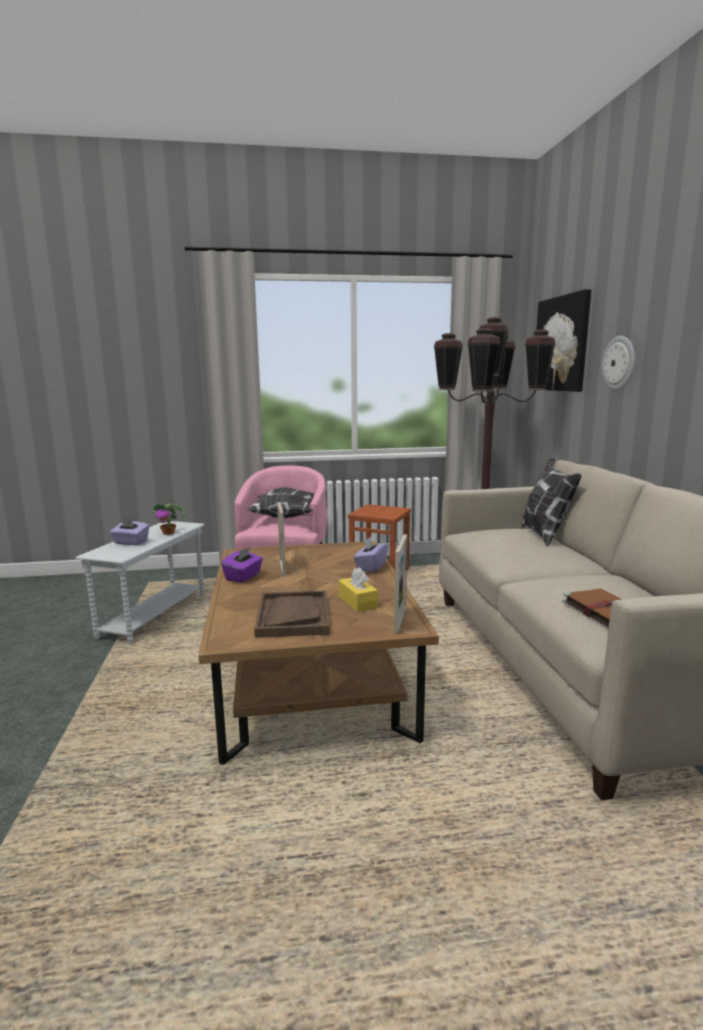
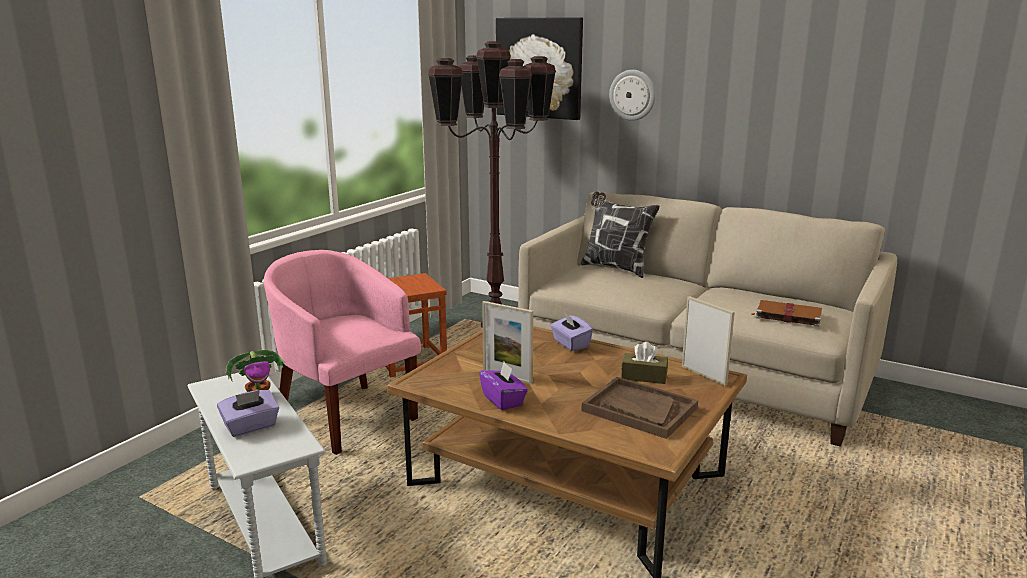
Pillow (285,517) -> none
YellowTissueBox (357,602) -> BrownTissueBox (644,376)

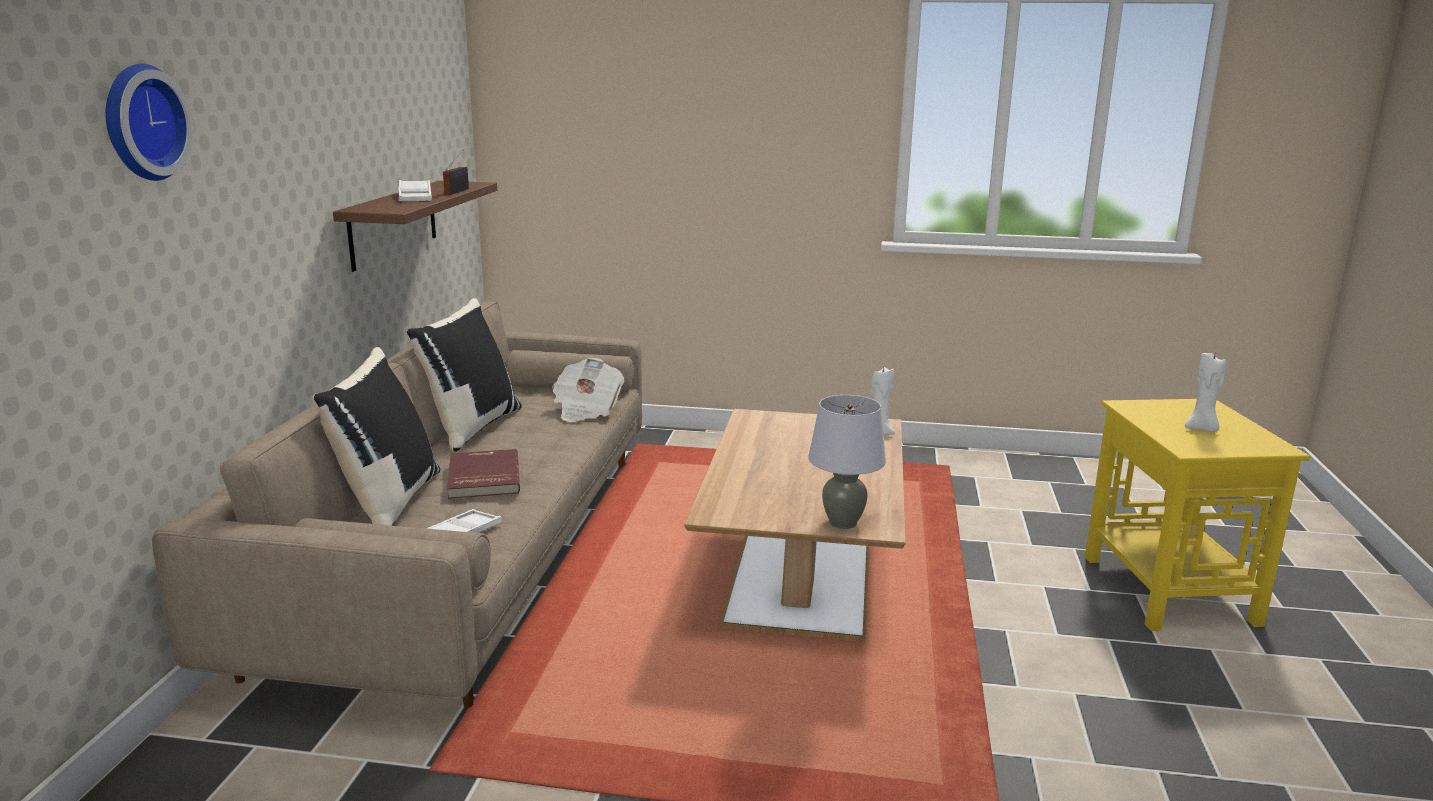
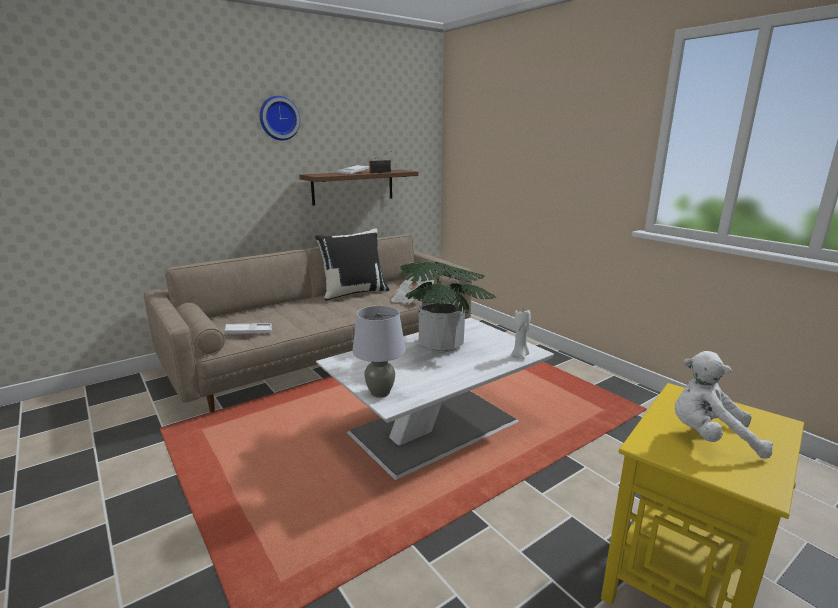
WallClock (140,122) -> WallClock (278,118), moved
BlackPillow (388,502) -> none
RedBook (482,478) -> none
BrownCoffeeTable (800,571) -> WhiteCoffeeTable (436,426)
WhiteCandle (1202,429) -> WhitePlushToy (709,438)
none -> PottedPlant (441,345)

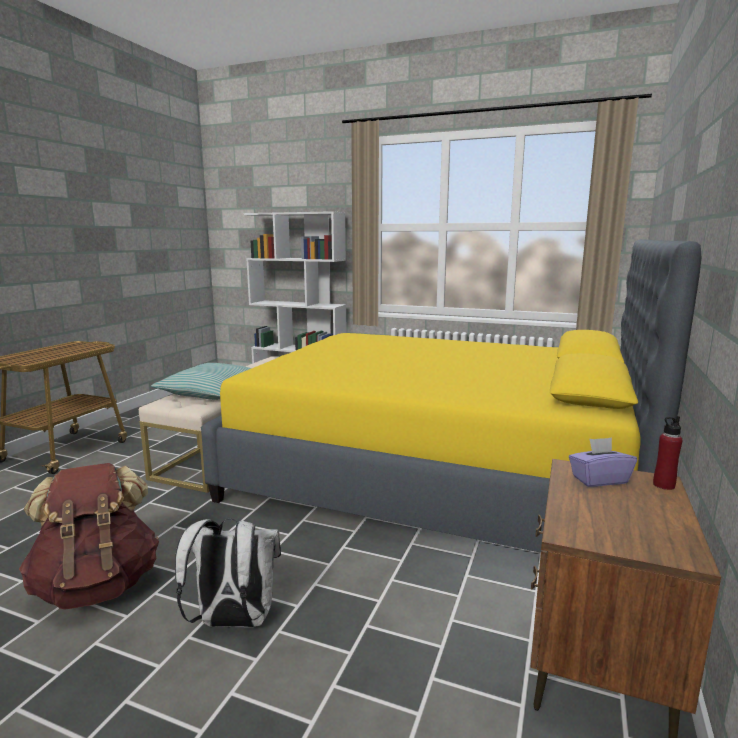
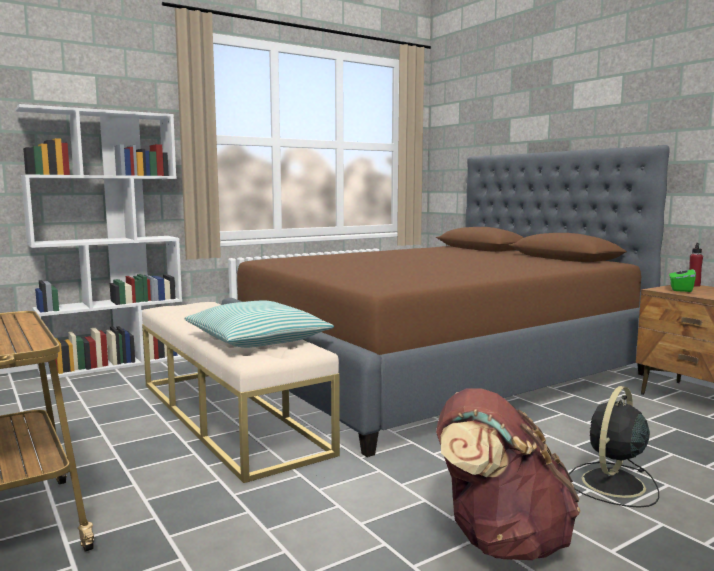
WhiteBackpack (233,622) -> BlackFan (612,484)
YellowBed (437,474) -> BrownBed (435,371)
PurpleTissueBox (599,479) -> GreenTissueBox (680,289)

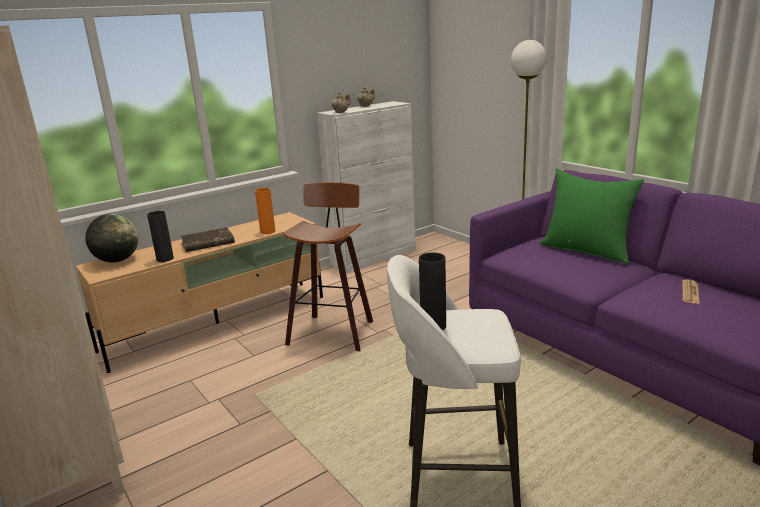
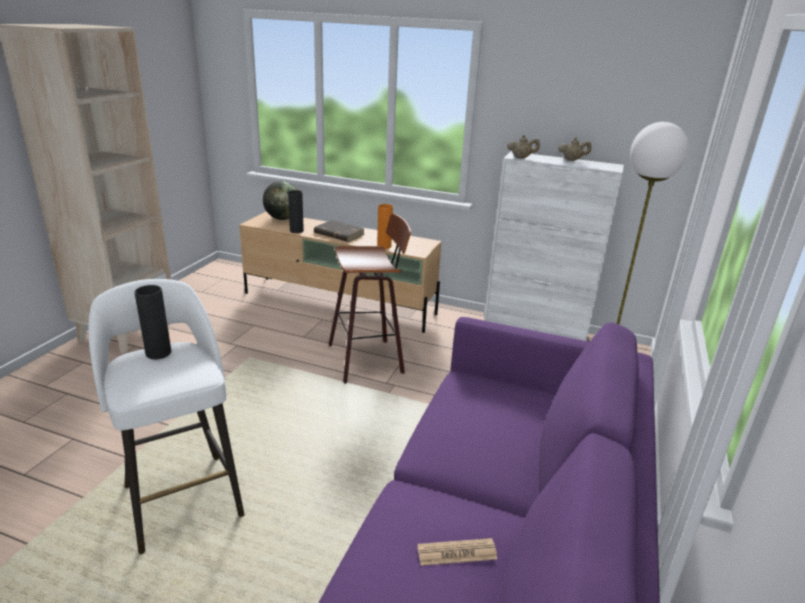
GreenPillow (587,250) -> none

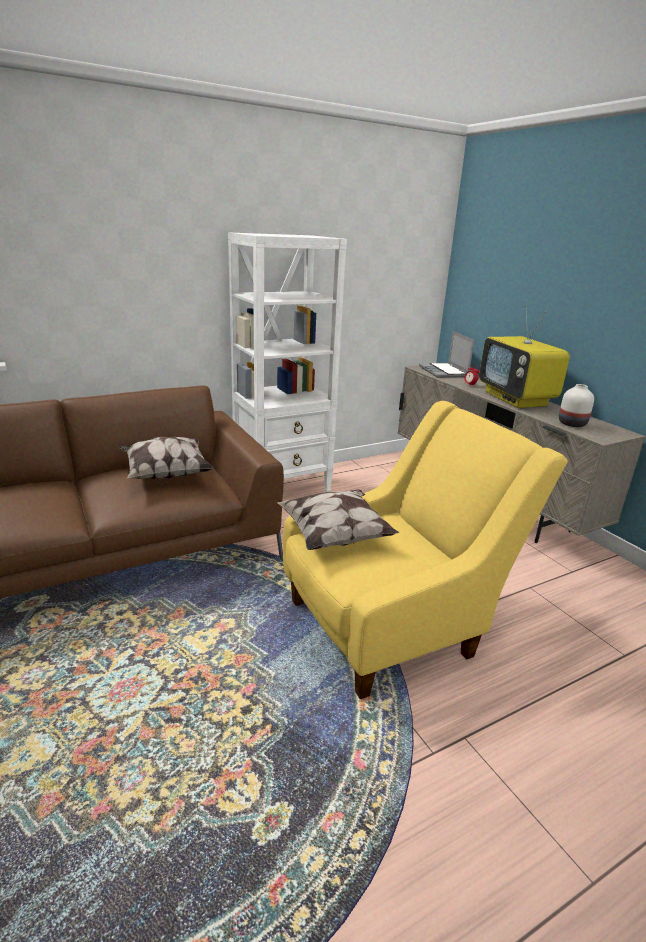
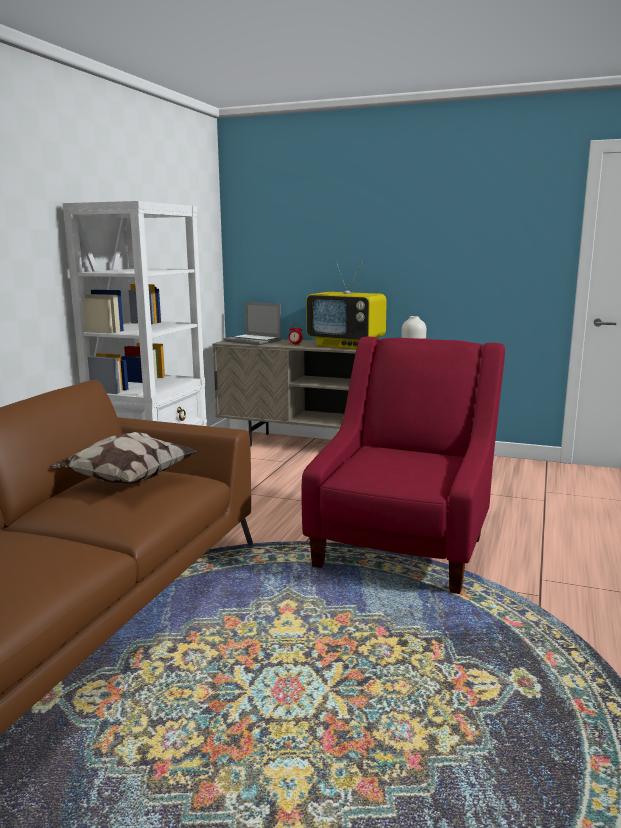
Pillow (335,536) -> none
YellowArmchair (393,623) -> RedArmchair (404,545)

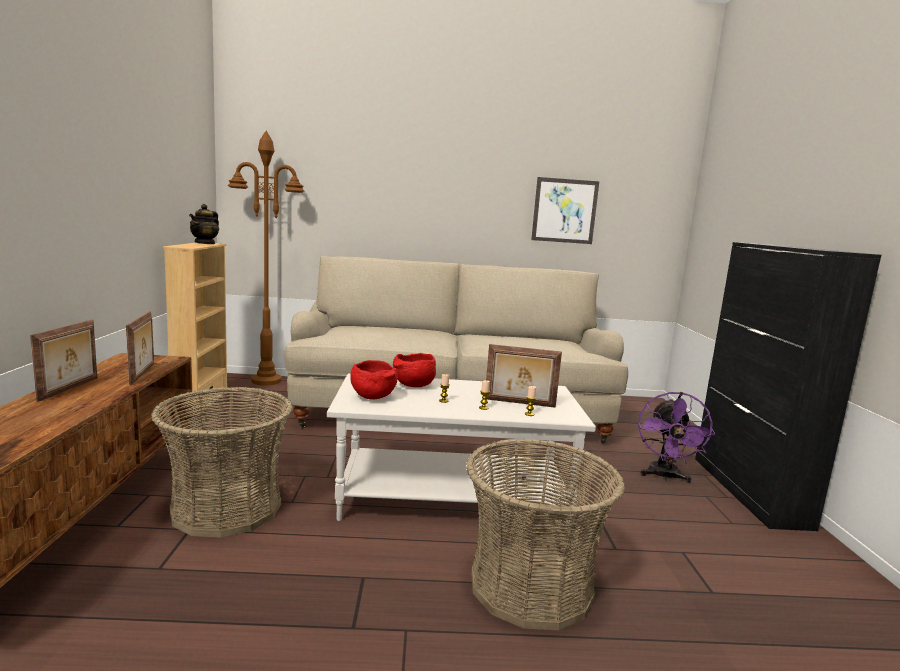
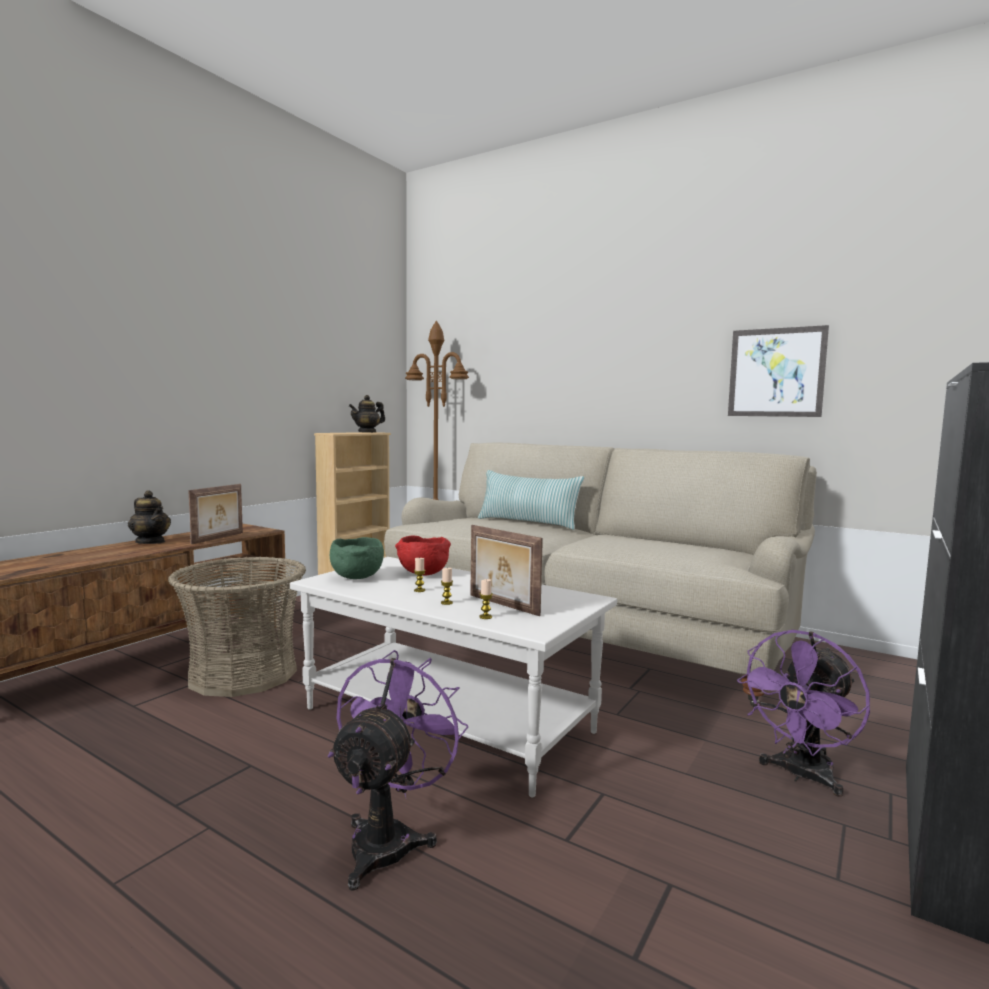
PictureFrame (70,389) -> Teapot (151,542)
RedBowl (372,397) -> GreenBowl (357,577)
Basket (530,586) -> PurpleFan (389,839)
none -> Pillow (527,523)

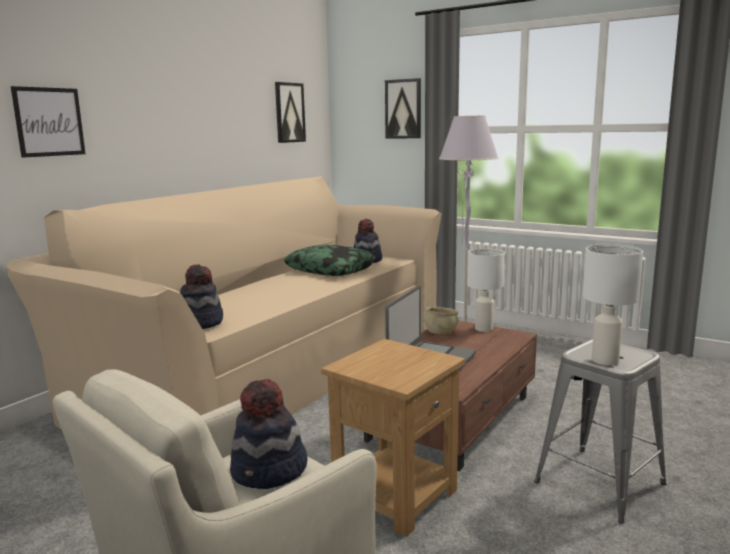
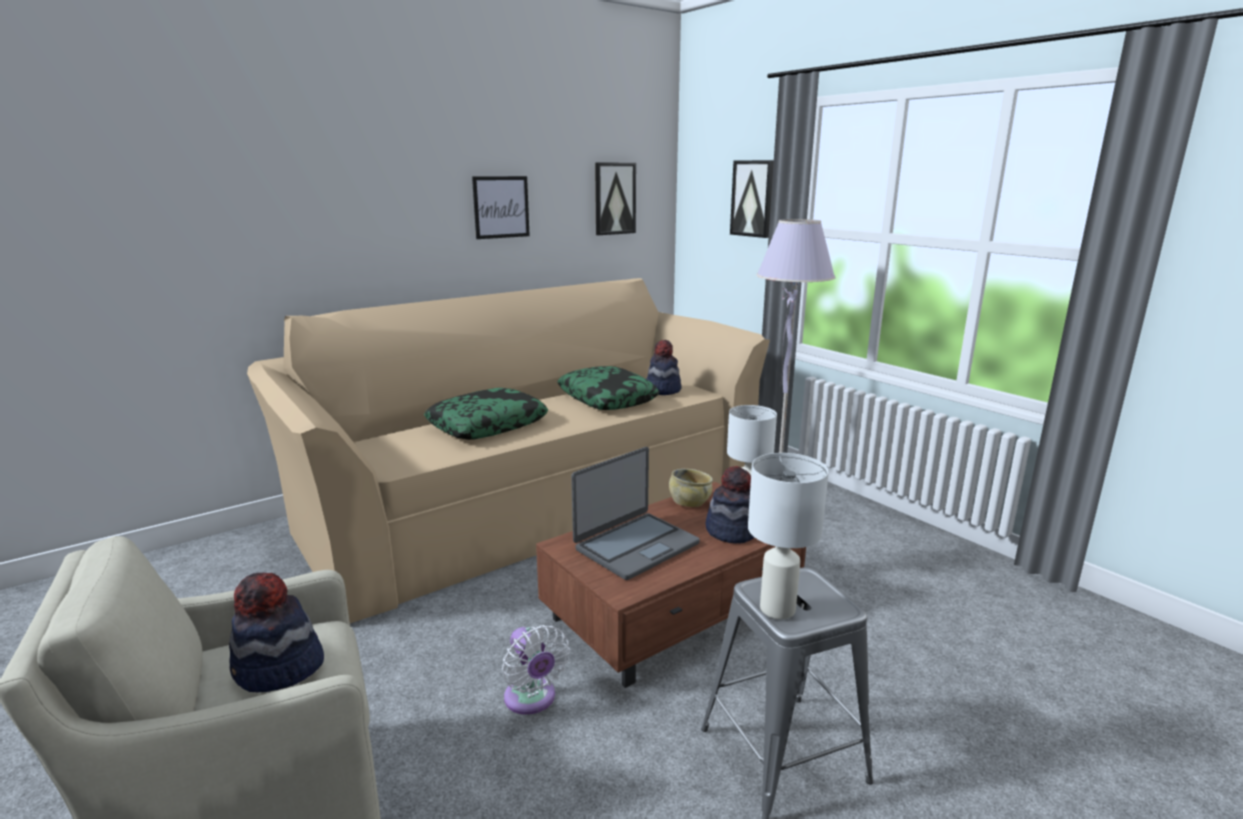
Picture (49,122) -> Picture (501,207), moved
Hat (201,322) -> Hat (731,531), moved
BrownSideTable (396,495) -> WhiteFan (532,699)
none -> Pillow (487,425)

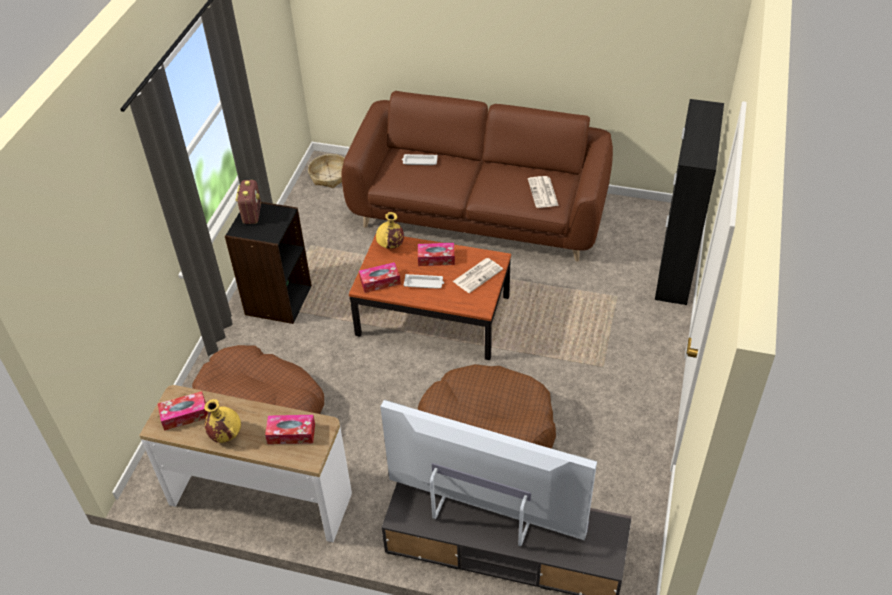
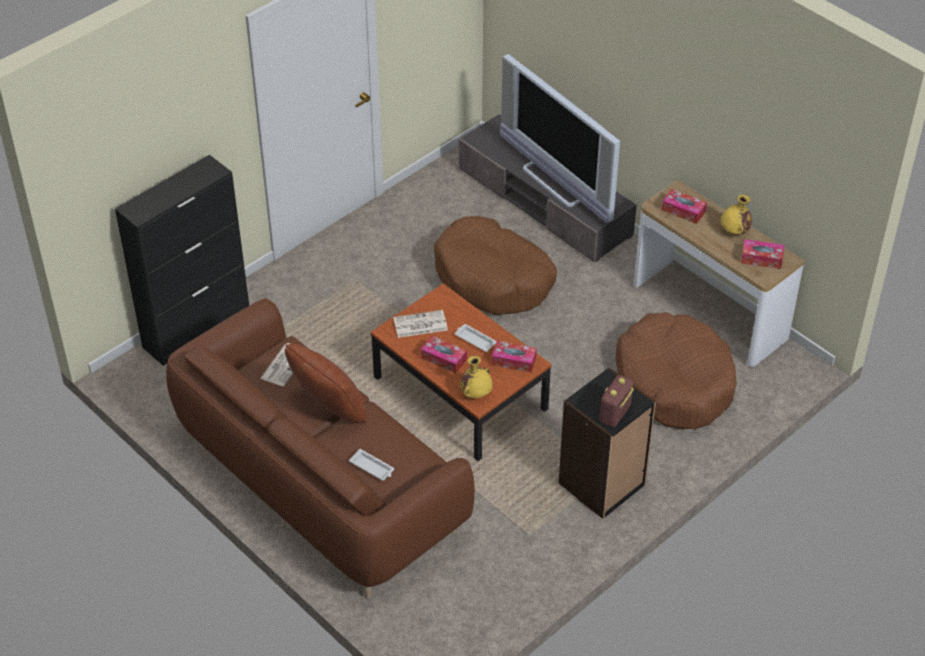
Basket (330,176) -> none
none -> BrownPillow (328,410)

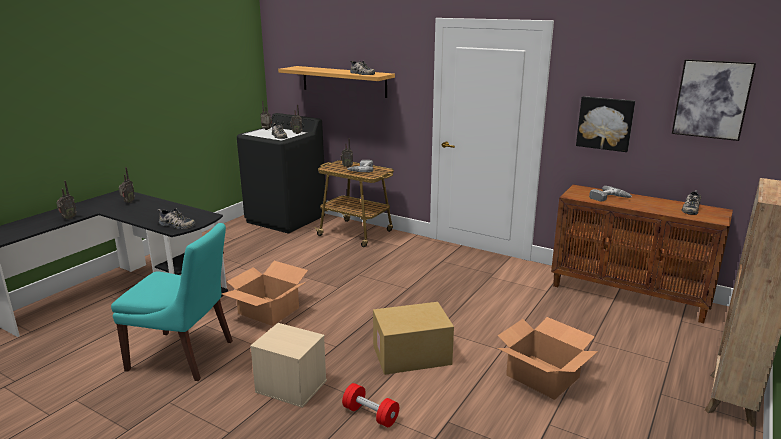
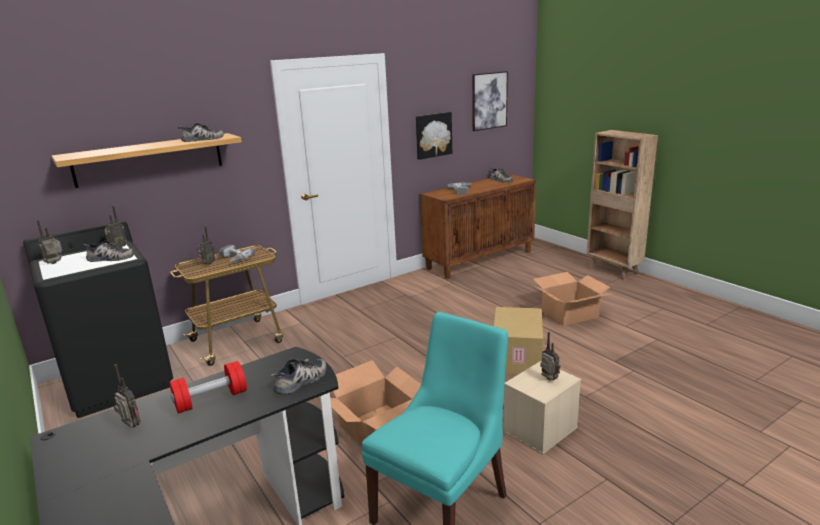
Radio (68,218) -> Radio (548,380), moved
RedDumbbell (370,415) -> RedDumbbell (211,400), moved

